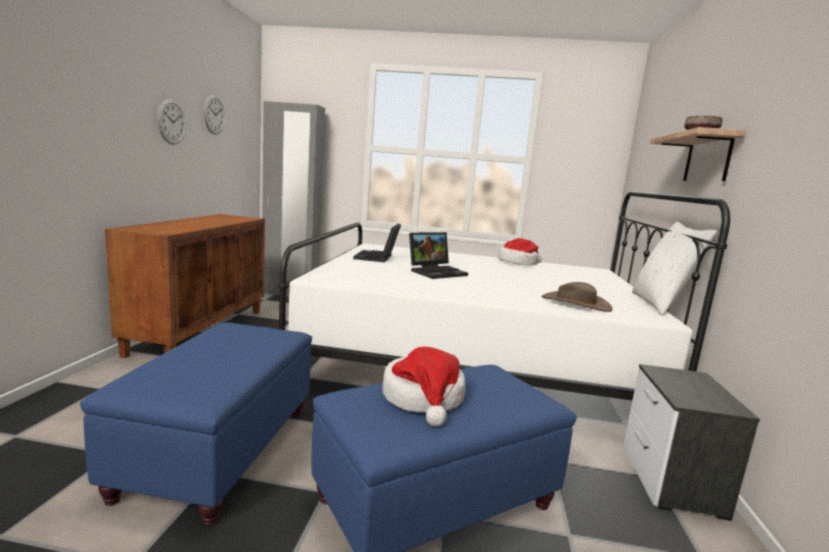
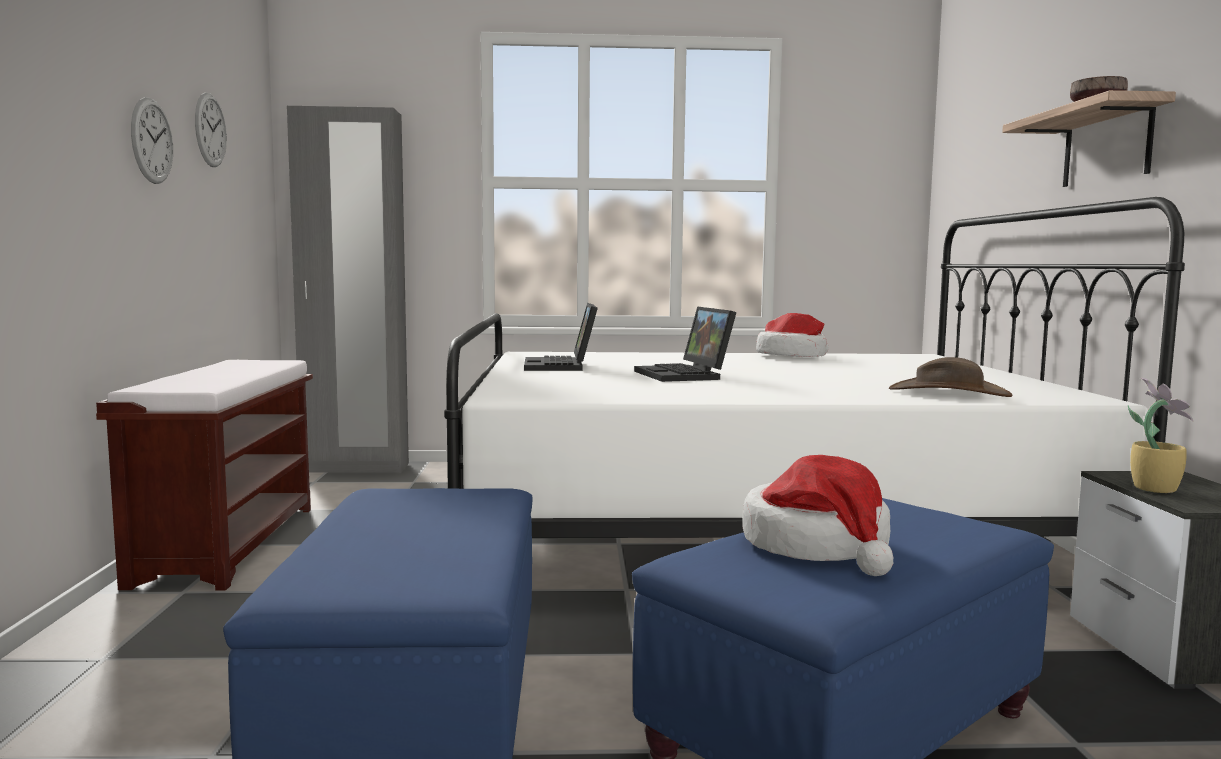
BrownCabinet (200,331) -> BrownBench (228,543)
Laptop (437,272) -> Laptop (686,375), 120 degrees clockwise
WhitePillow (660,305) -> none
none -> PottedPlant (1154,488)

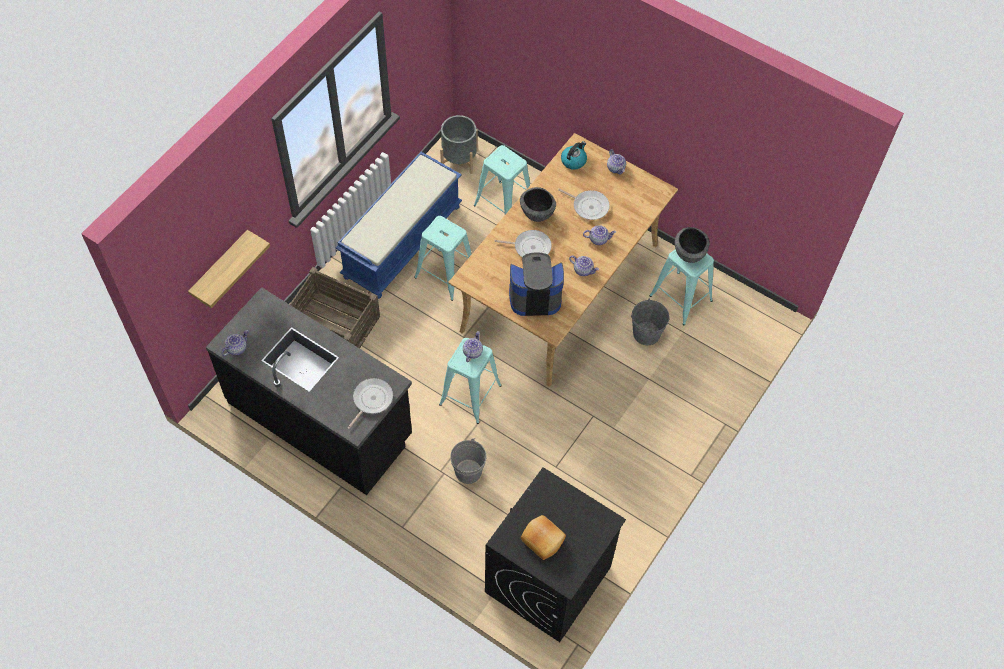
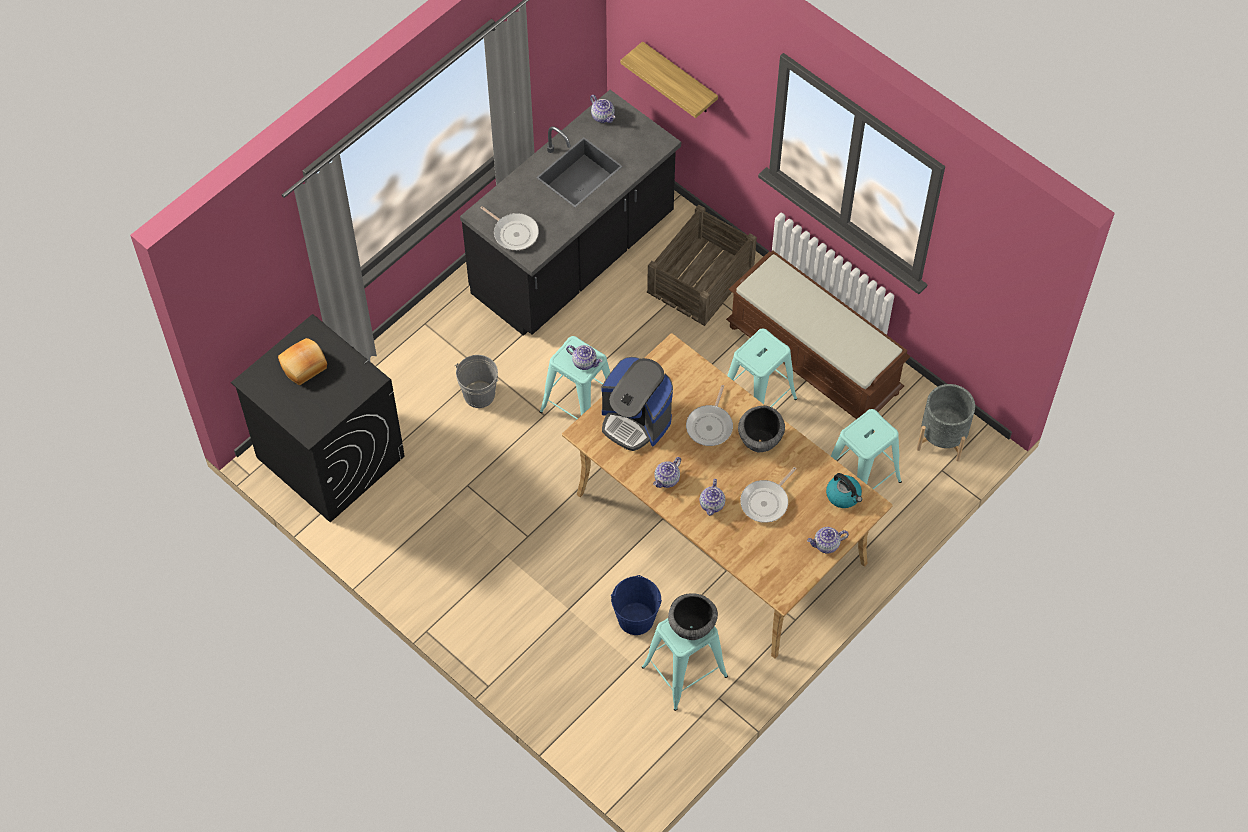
BlueBench (402,240) -> BrownBench (815,359)
CoffeeMachine (535,296) -> CoffeeMachine (636,420), 120 degrees clockwise
GreyBucket (646,333) -> BlueBucket (636,618)

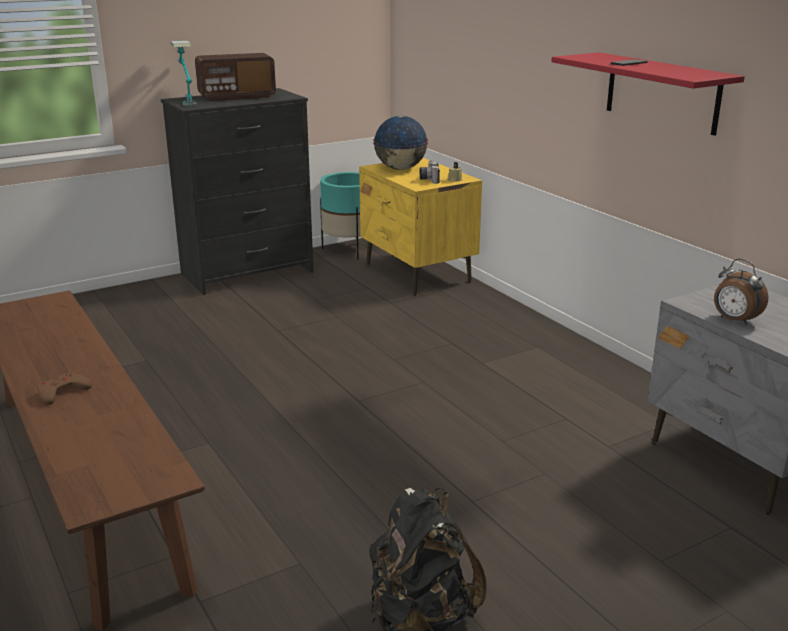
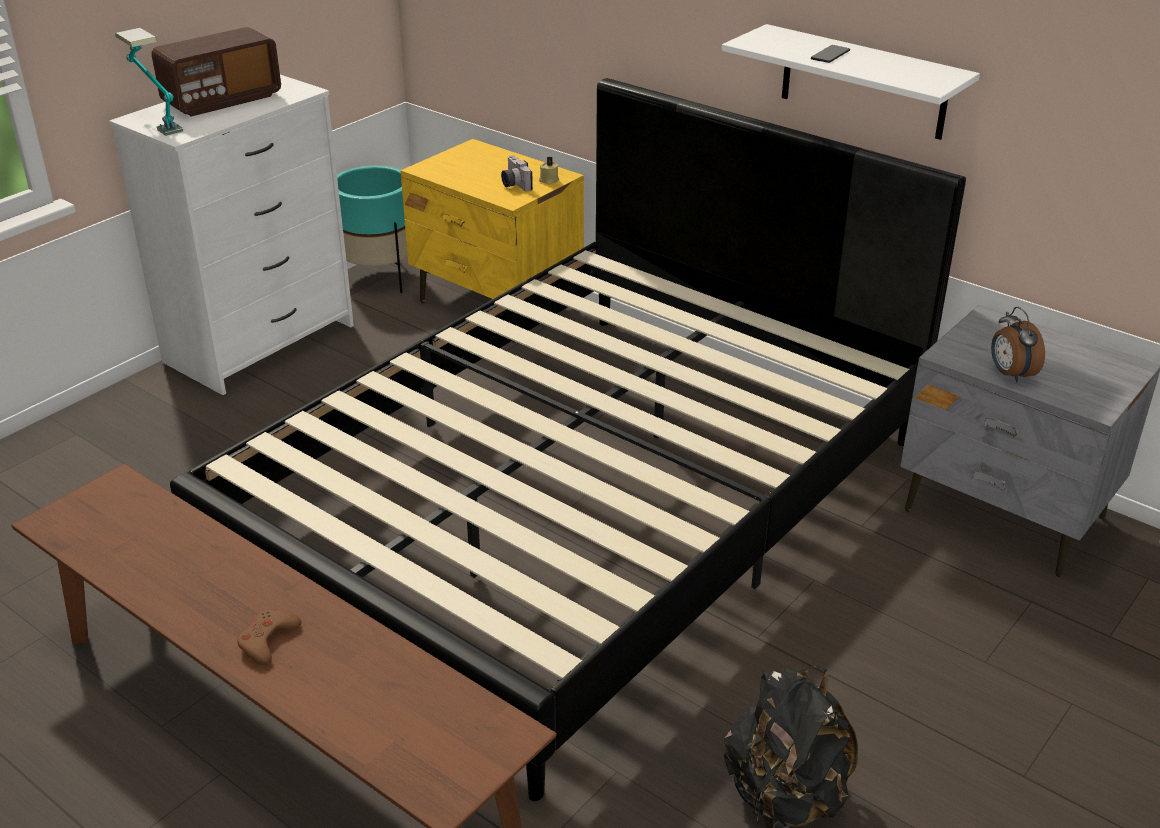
BlackDresser (247,273) -> WhiteDresser (261,344)
Globe (401,169) -> none
RedShelf (662,92) -> WhiteShelf (863,82)
AlarmClock (734,320) -> AlarmClock (1010,374), 45 degrees clockwise
none -> BlackBed (582,504)

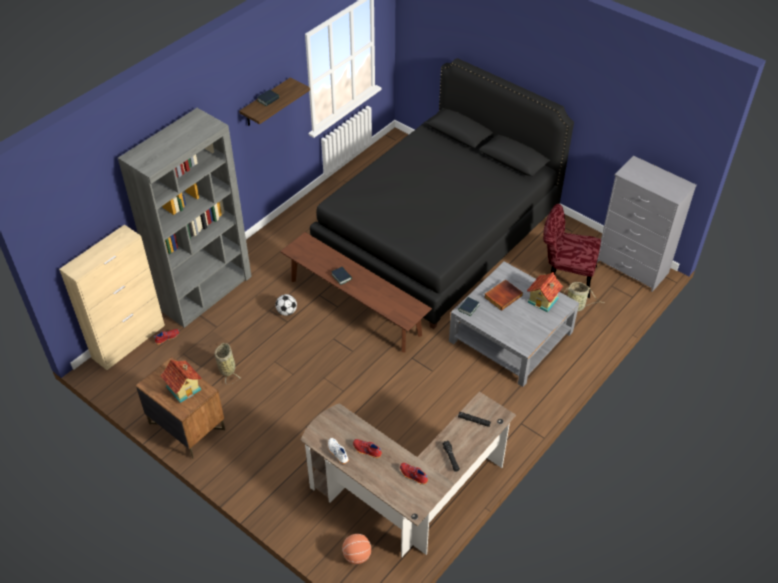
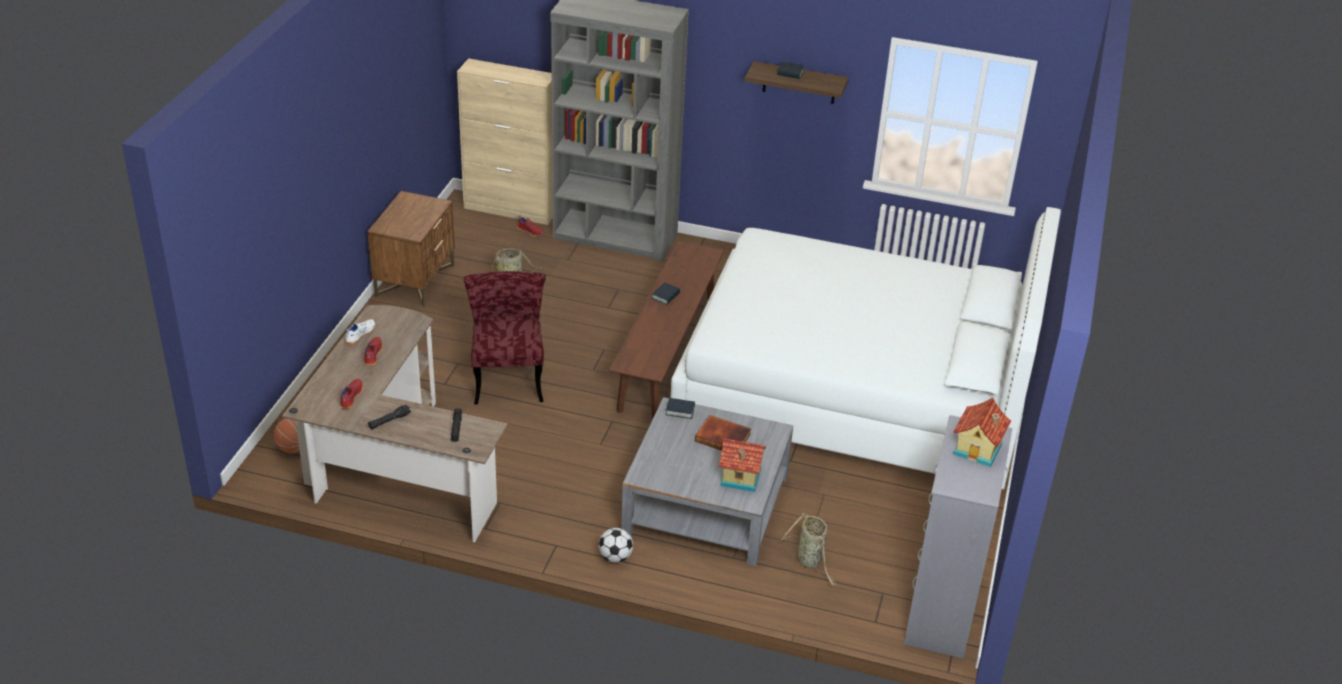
ToyHouse (184,388) -> ToyHouse (979,449), moved
Football (287,312) -> Football (615,557), moved
BlackBed (438,234) -> WhiteBed (854,392)
RedChair (564,275) -> RedChair (508,376), moved

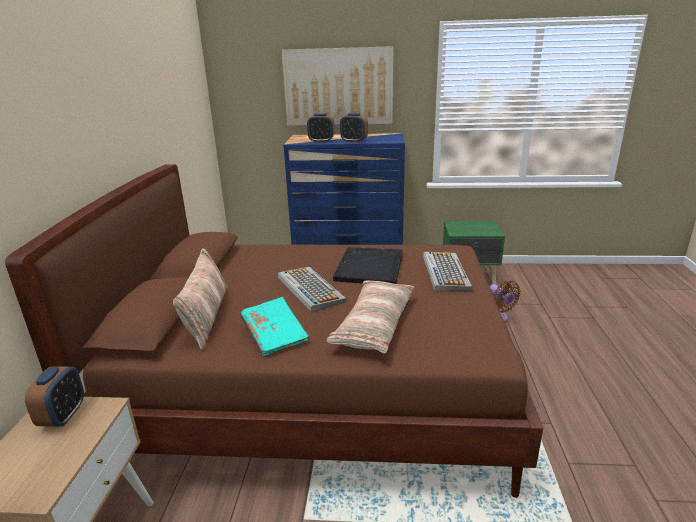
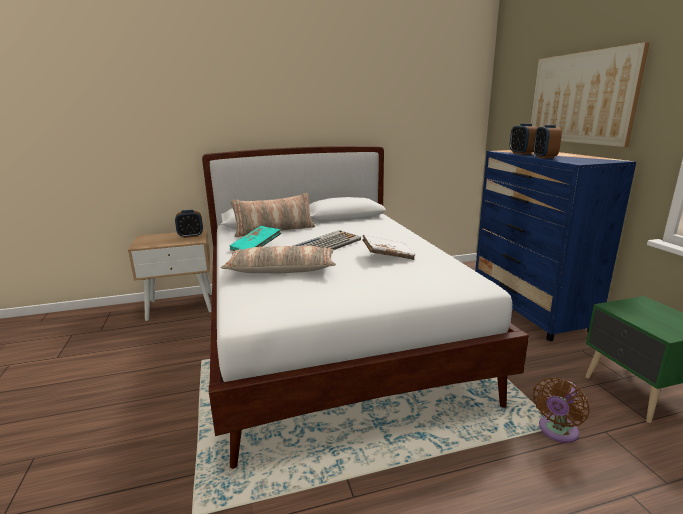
BrownBed (318,388) -> WhiteBed (331,336)
BlackTray (370,267) -> WhiteBook (388,256)
Keyboard (445,272) -> none

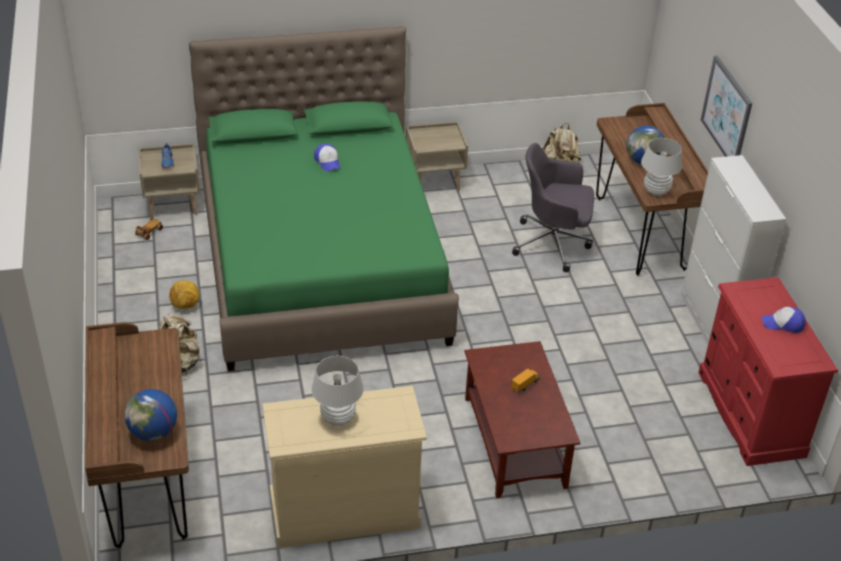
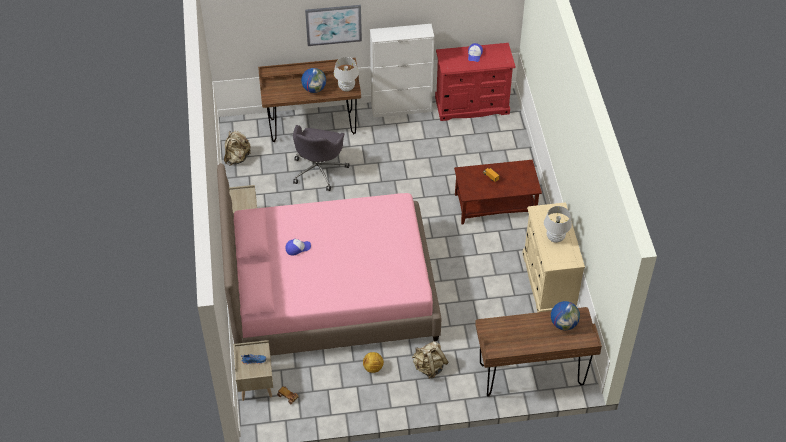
GreenBed (321,262) -> PinkBed (331,292)

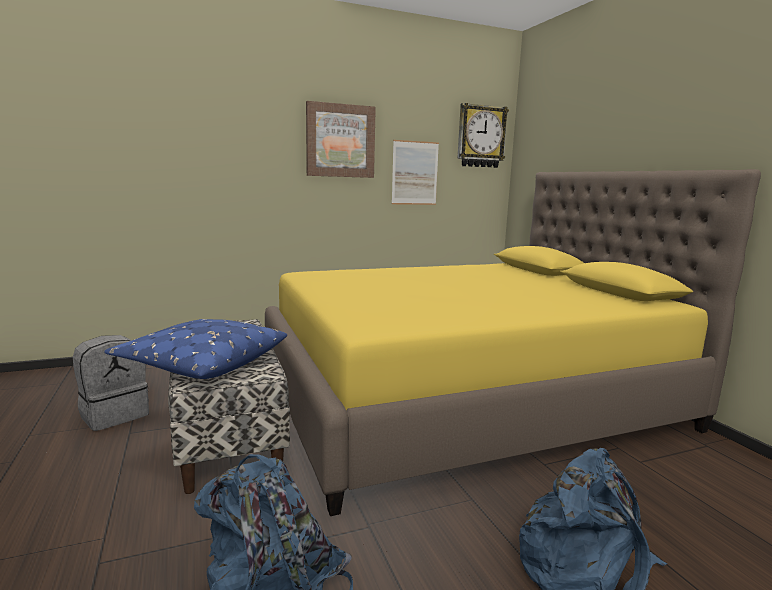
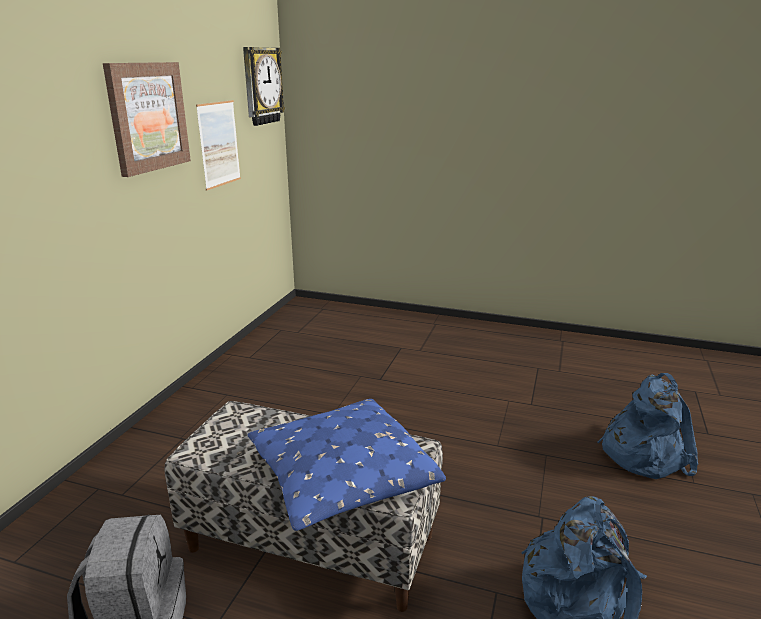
YellowBed (465,398) -> none

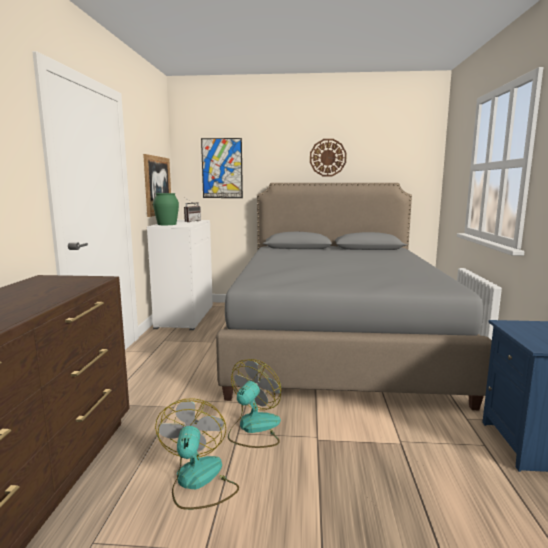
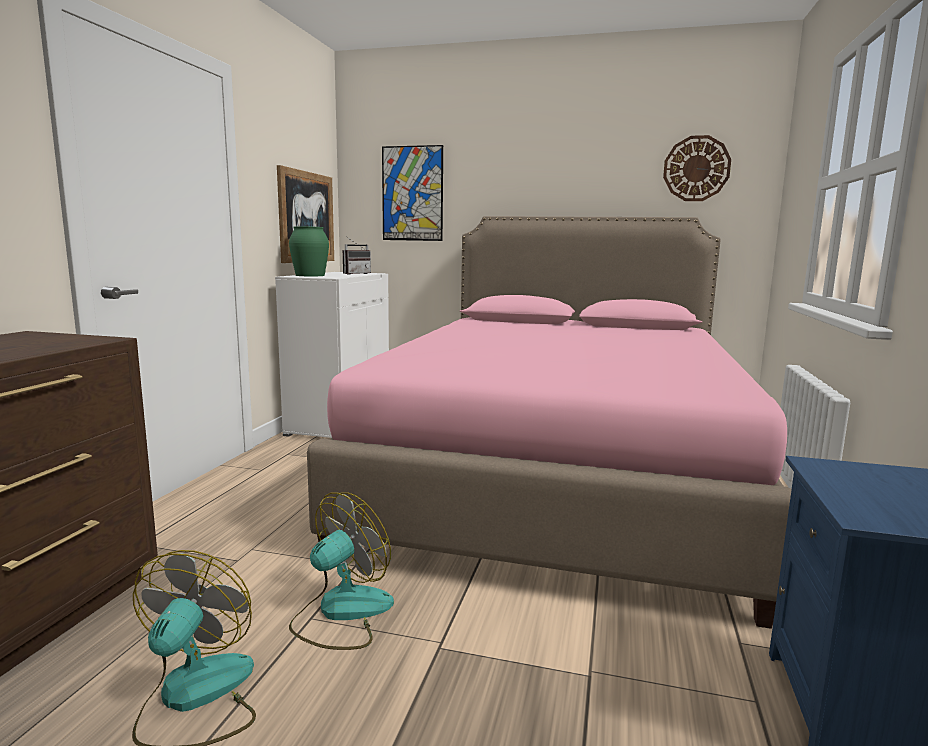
GreyBed (336,341) -> PinkBed (558,477)
WallClock (328,157) -> WallClock (696,168), moved

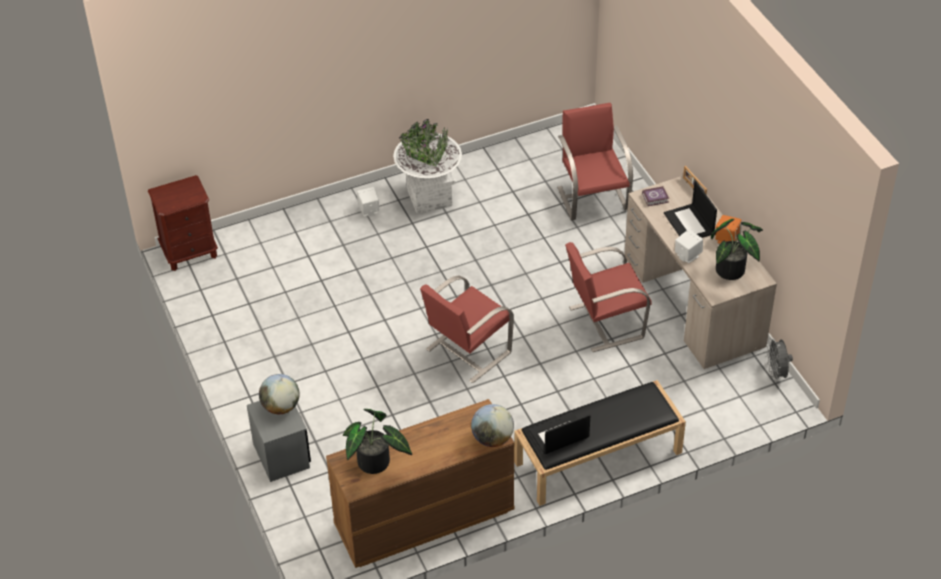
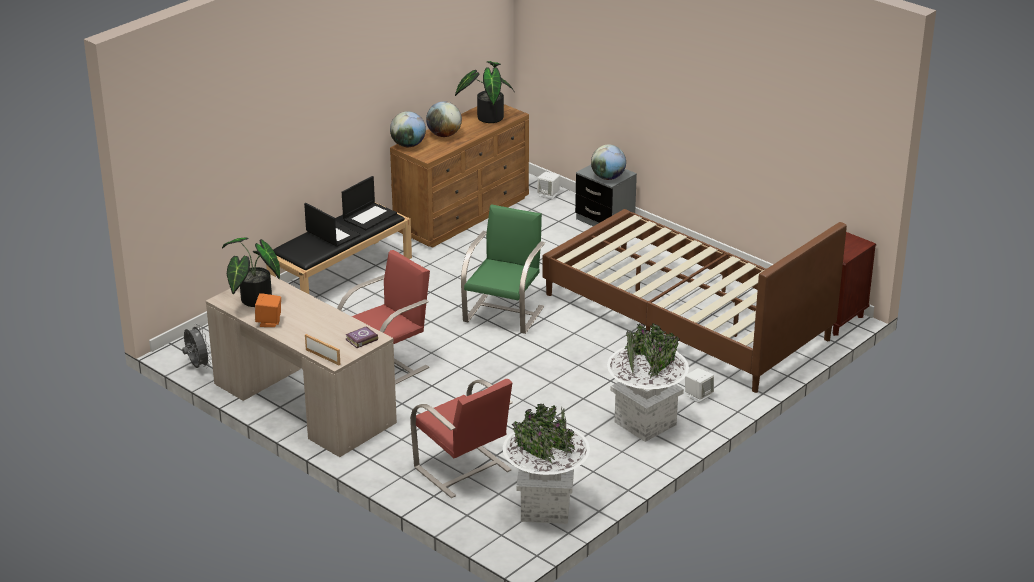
RedChair (467,351) -> GreenChair (504,313)
Laptop (689,224) -> Laptop (332,233), moved
WhiteSpeaker (687,255) -> WhiteSpeaker (548,195), moved
none -> Globe (444,135)
none -> WhitePlanter (545,508)
none -> BrownBed (686,317)

